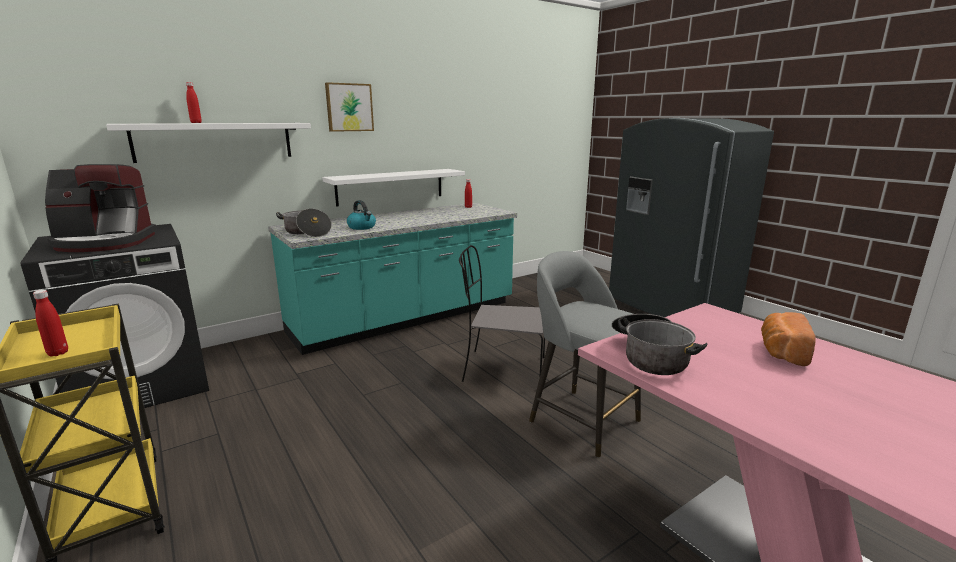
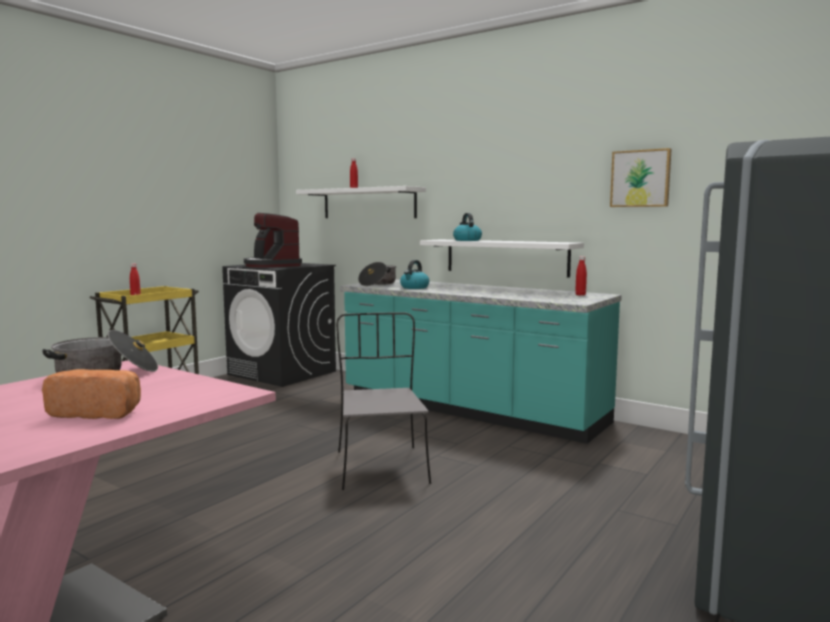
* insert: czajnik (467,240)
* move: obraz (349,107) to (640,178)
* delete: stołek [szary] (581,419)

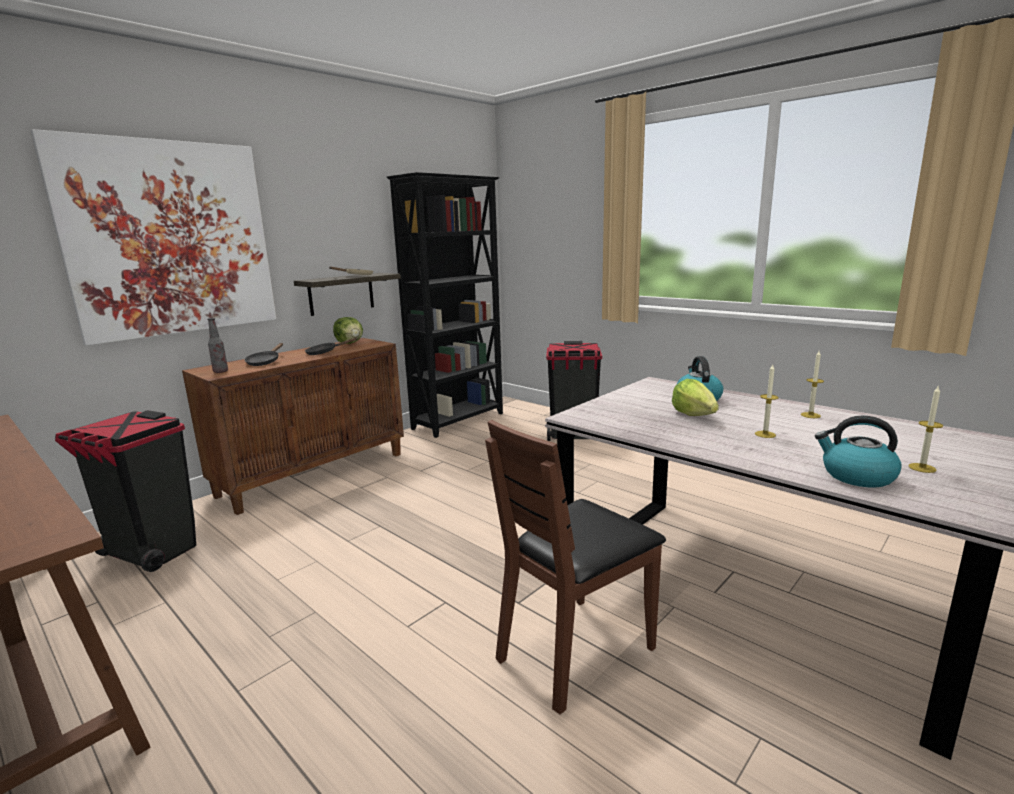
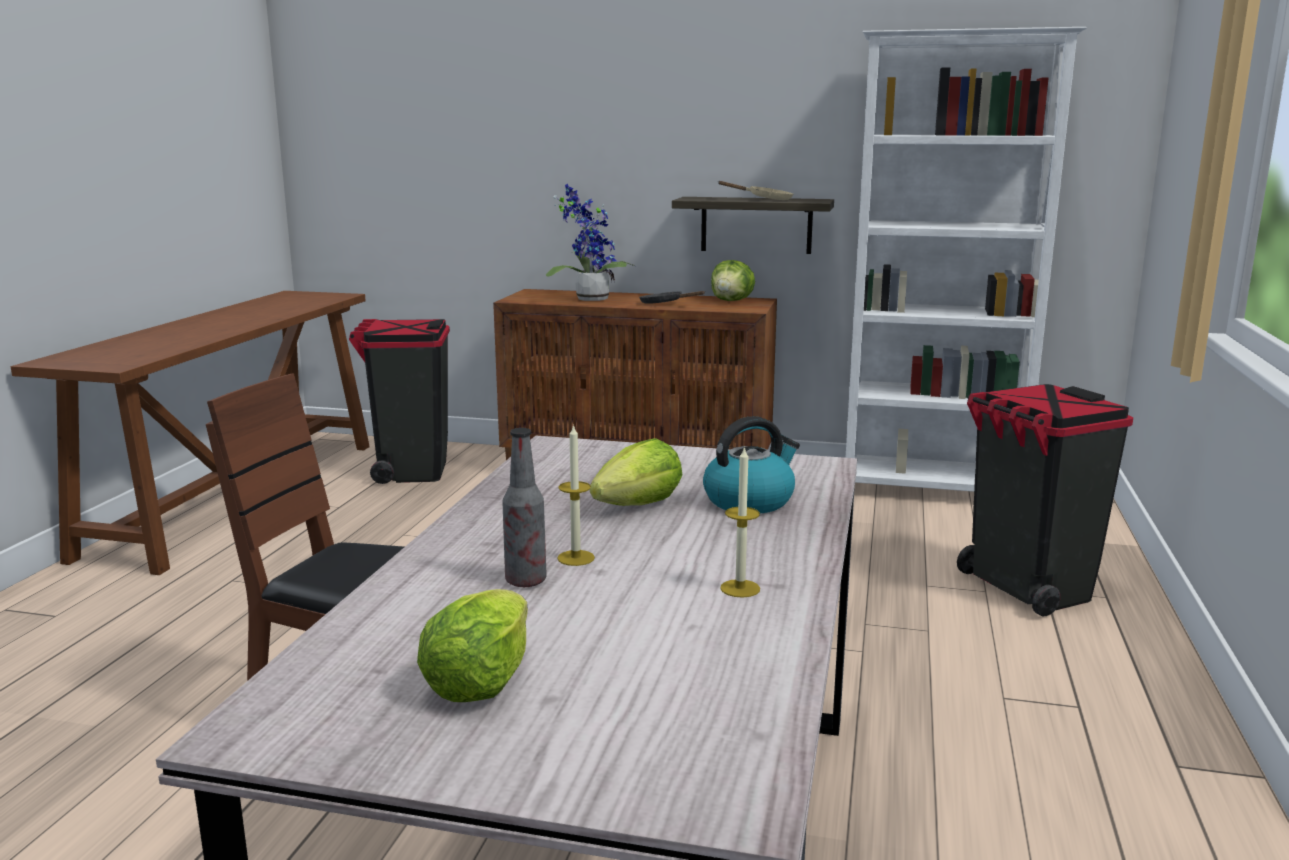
* replace: świeca (922,468) to sałata (479,682)
* move: butelka (220,371) to (526,581)
* replace: patelnia [czarny] (265,362) to roślina doniczkowa (589,298)
* recolor: regał [czarny] (459,421) to regał [biały] (933,492)
* delete: obraz (171,239)
* delete: czajnik (856,476)

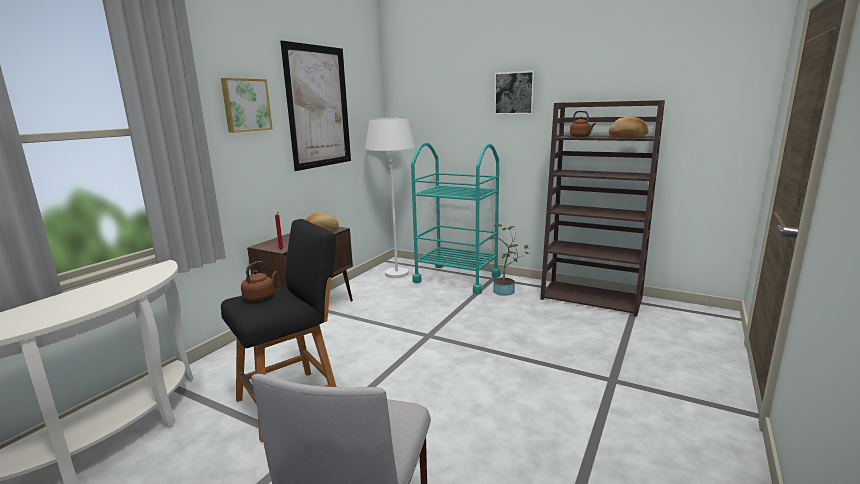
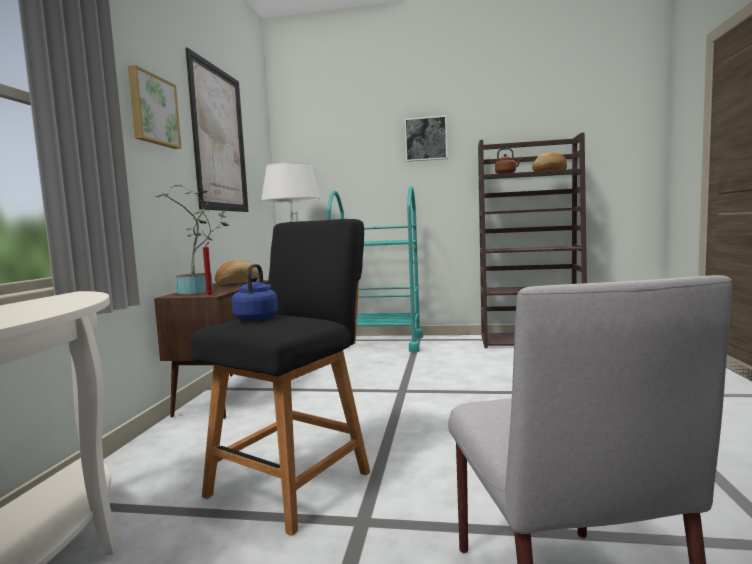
* move: roślina doniczkowa (506,291) to (199,291)
* recolor: czajnik [brązowy] (260,297) to czajnik [niebieski] (257,318)

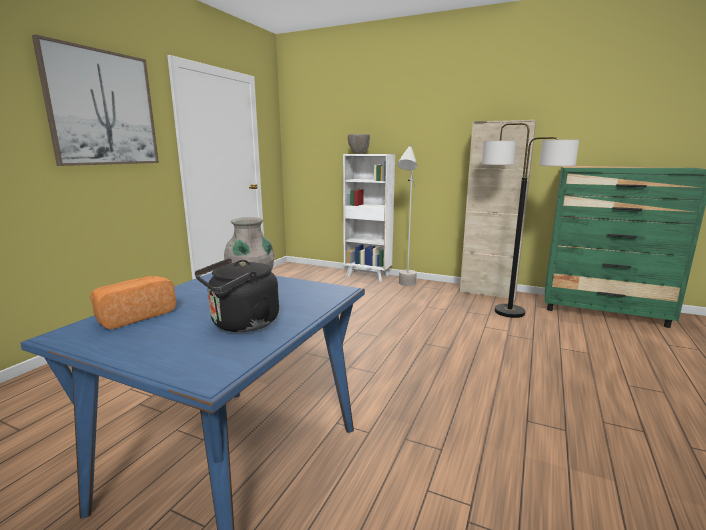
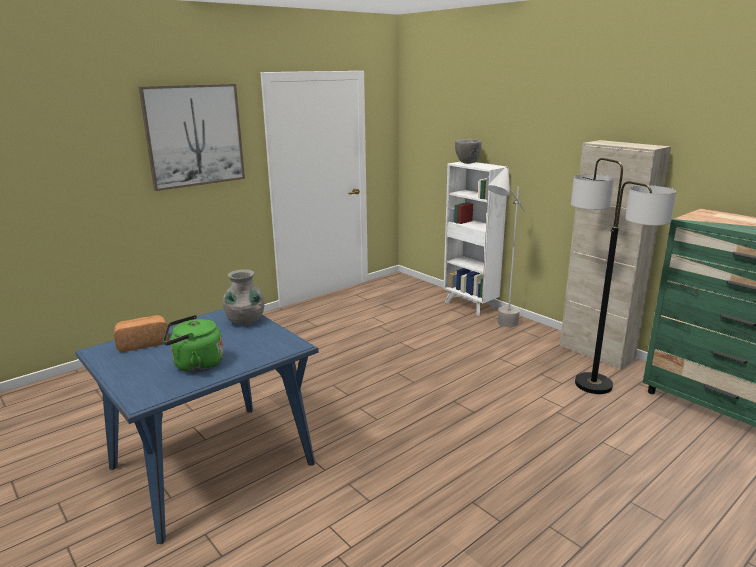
* recolor: czajnik [czarny] (241,324) to czajnik [zielony] (195,365)

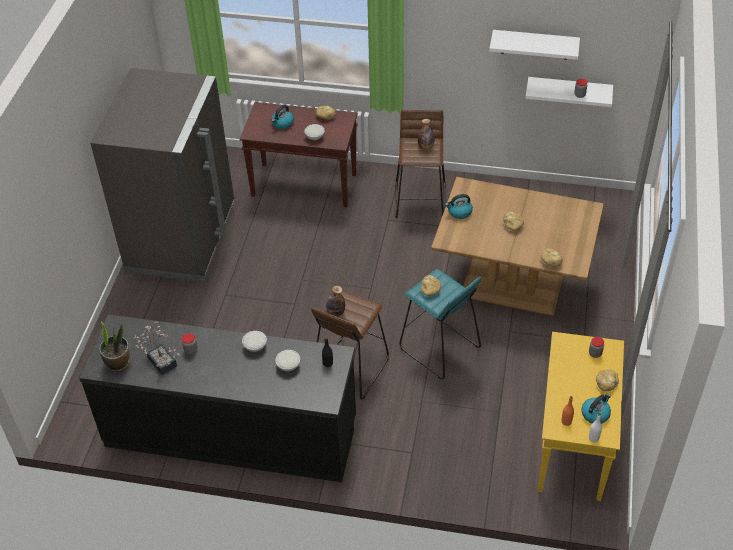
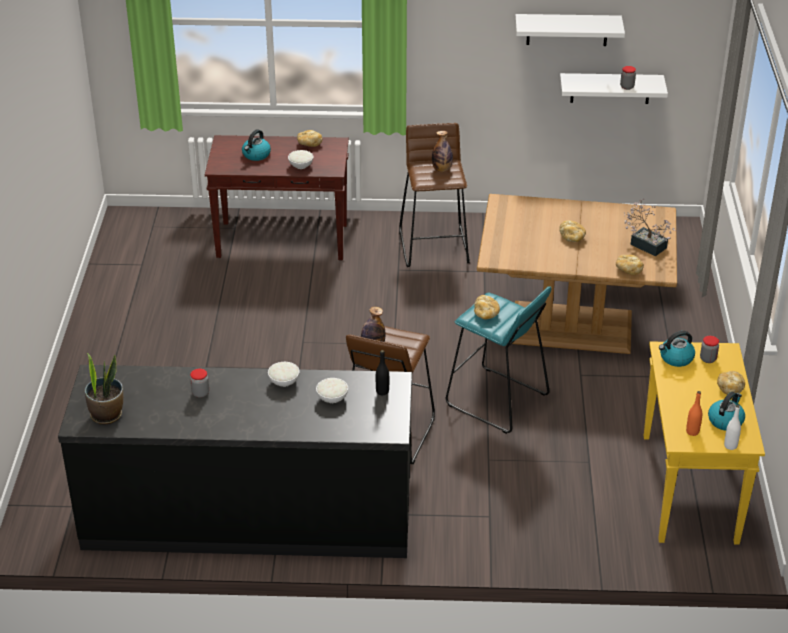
* move: roślina doniczkowa (161,359) to (645,244)
* move: czajnik (459,212) to (676,358)
* delete: lodówka [szary] (182,238)

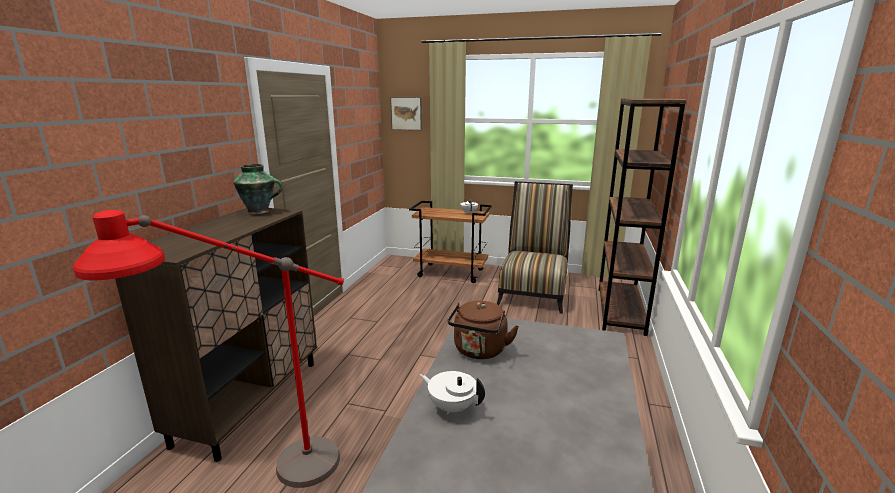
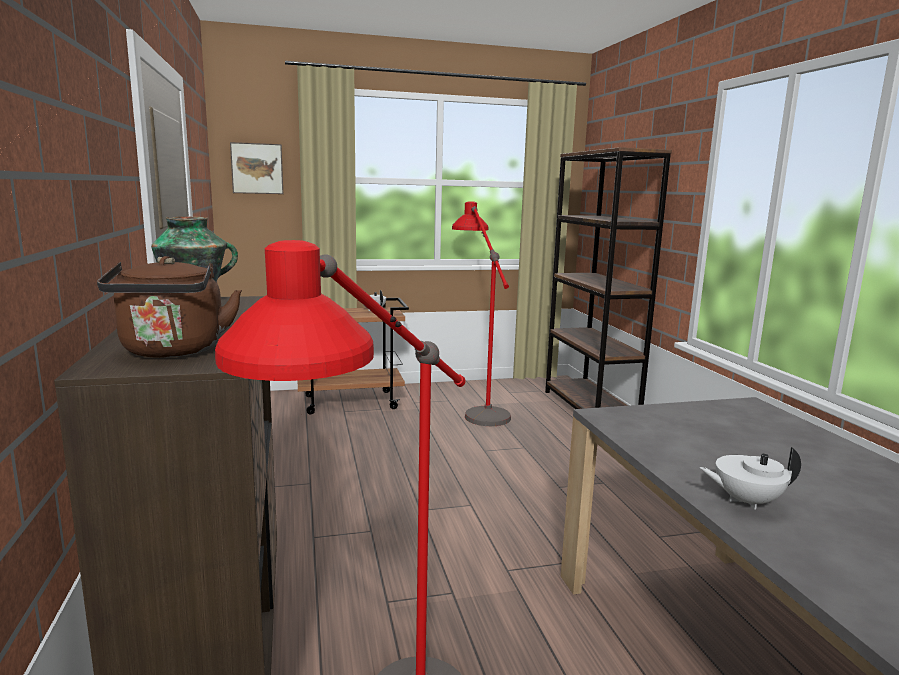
* move: czajnik [brązowy] (479,351) to (173,351)
* replace: krzesło (533,291) to lampa stojąca [czerwony] (478,406)

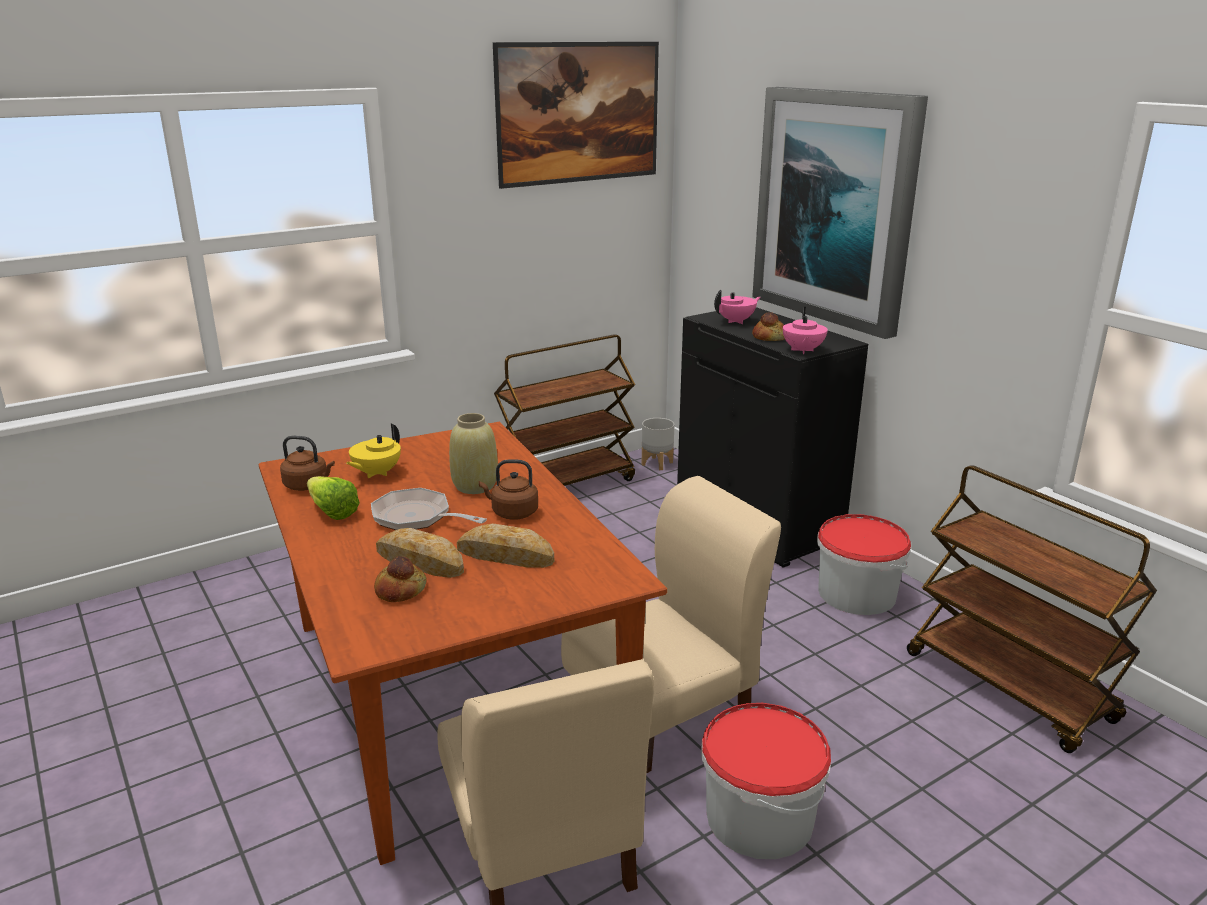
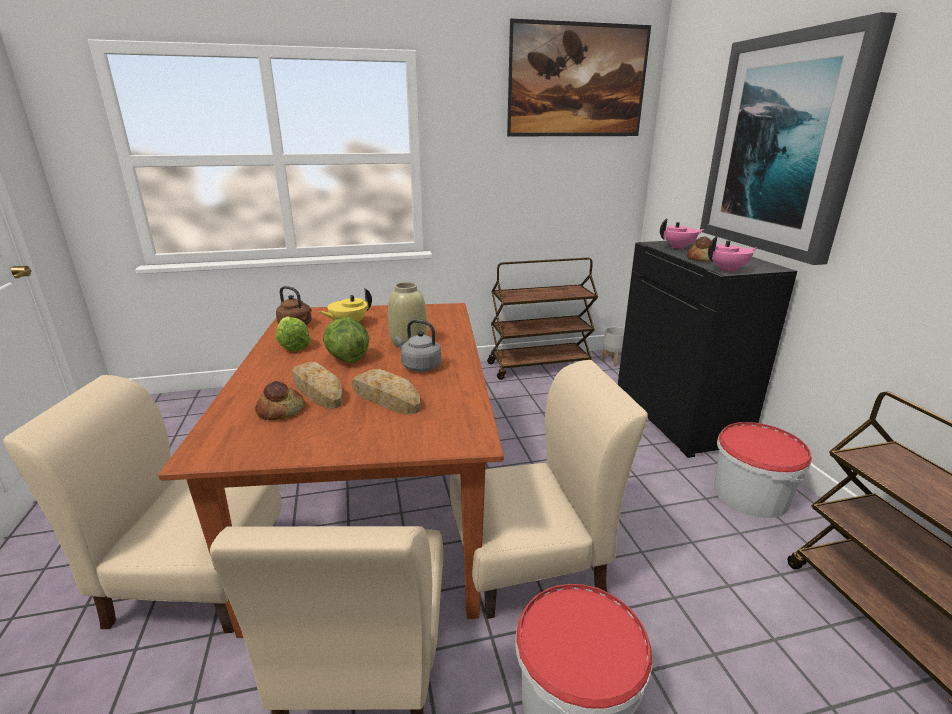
* insert: krzesło [beżowy] (195,582)
* replace: patelnia (417,518) to sałata (346,358)
* recolor: czajnik [brązowy] (512,513) to czajnik [szary] (419,366)
* rotate: imbryk [różowy] (802,350) = (728,270) 135 degrees counterclockwise

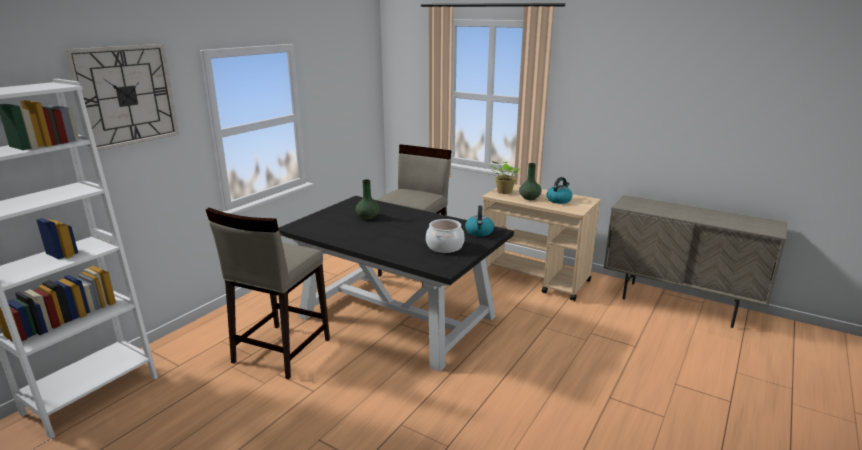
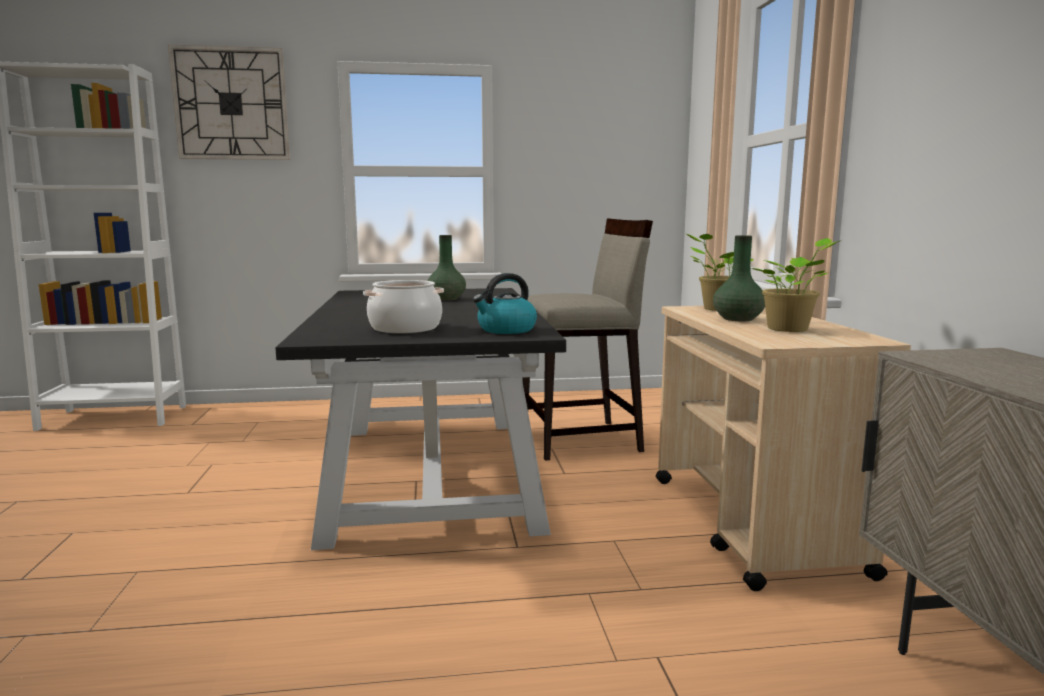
* replace: czajnik (559,200) to roślina doniczkowa (790,329)
* delete: stołek [beżowy] (280,351)

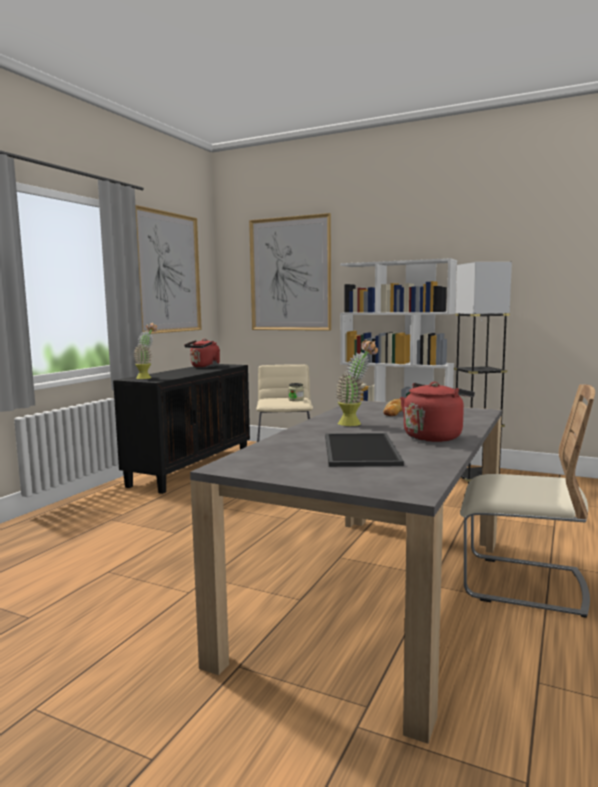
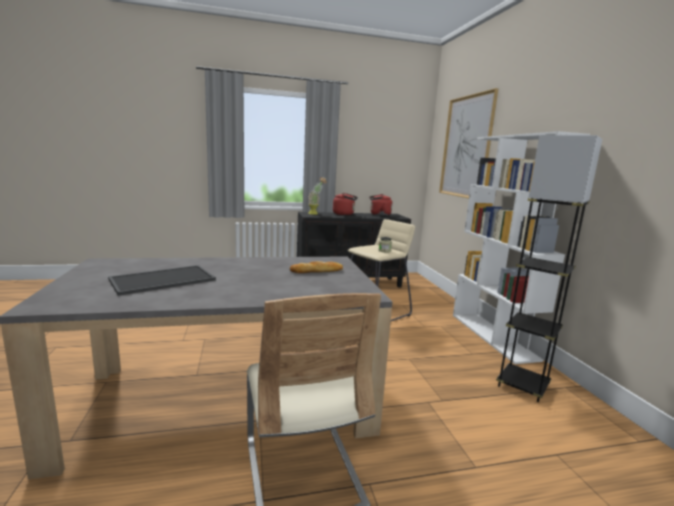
* move: czajnik [czerwony] (434,436) to (345,214)
* delete: obraz (168,273)
* delete: roślina doniczkowa (355,423)

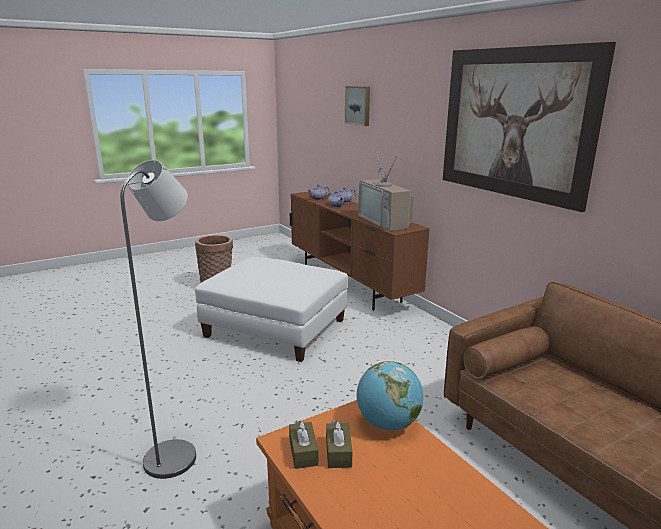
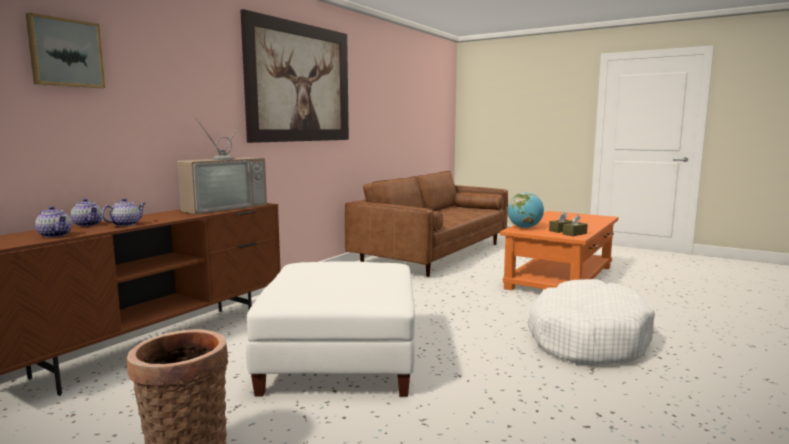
* replace: lampa stojąca [szary] (177,453) to legowisko [biały] (586,338)

